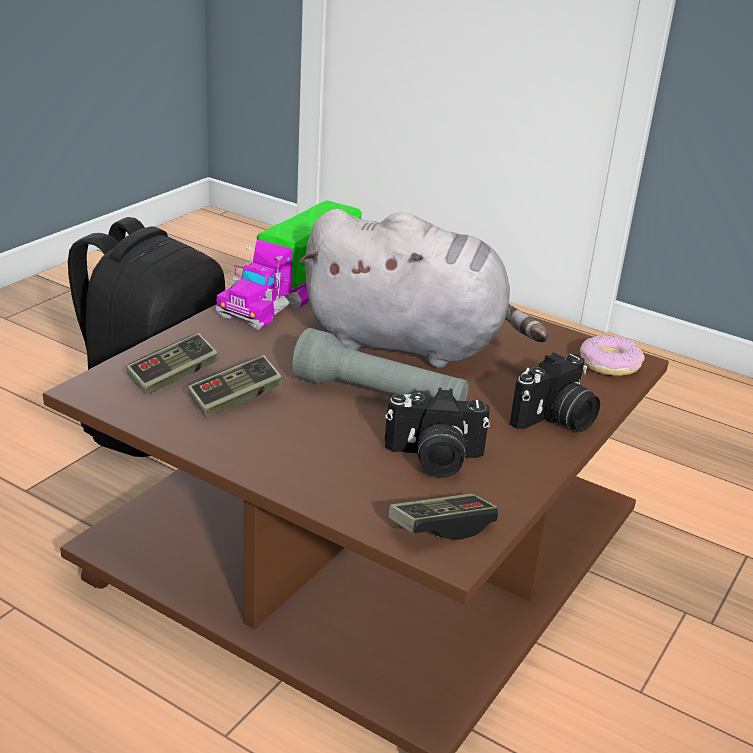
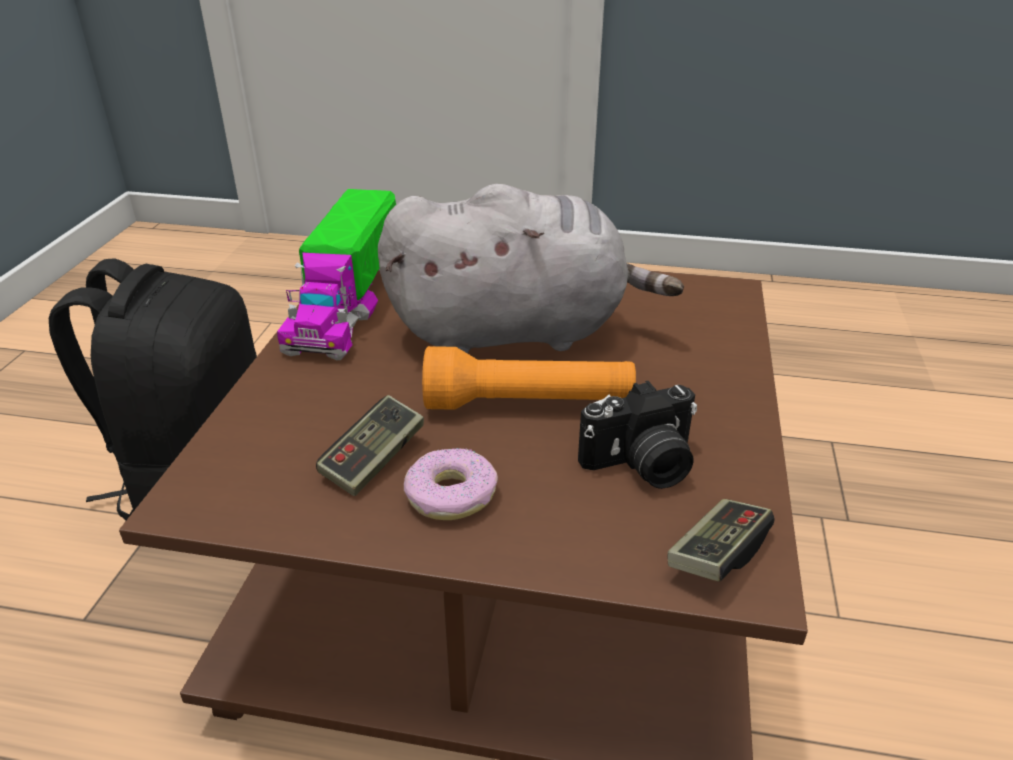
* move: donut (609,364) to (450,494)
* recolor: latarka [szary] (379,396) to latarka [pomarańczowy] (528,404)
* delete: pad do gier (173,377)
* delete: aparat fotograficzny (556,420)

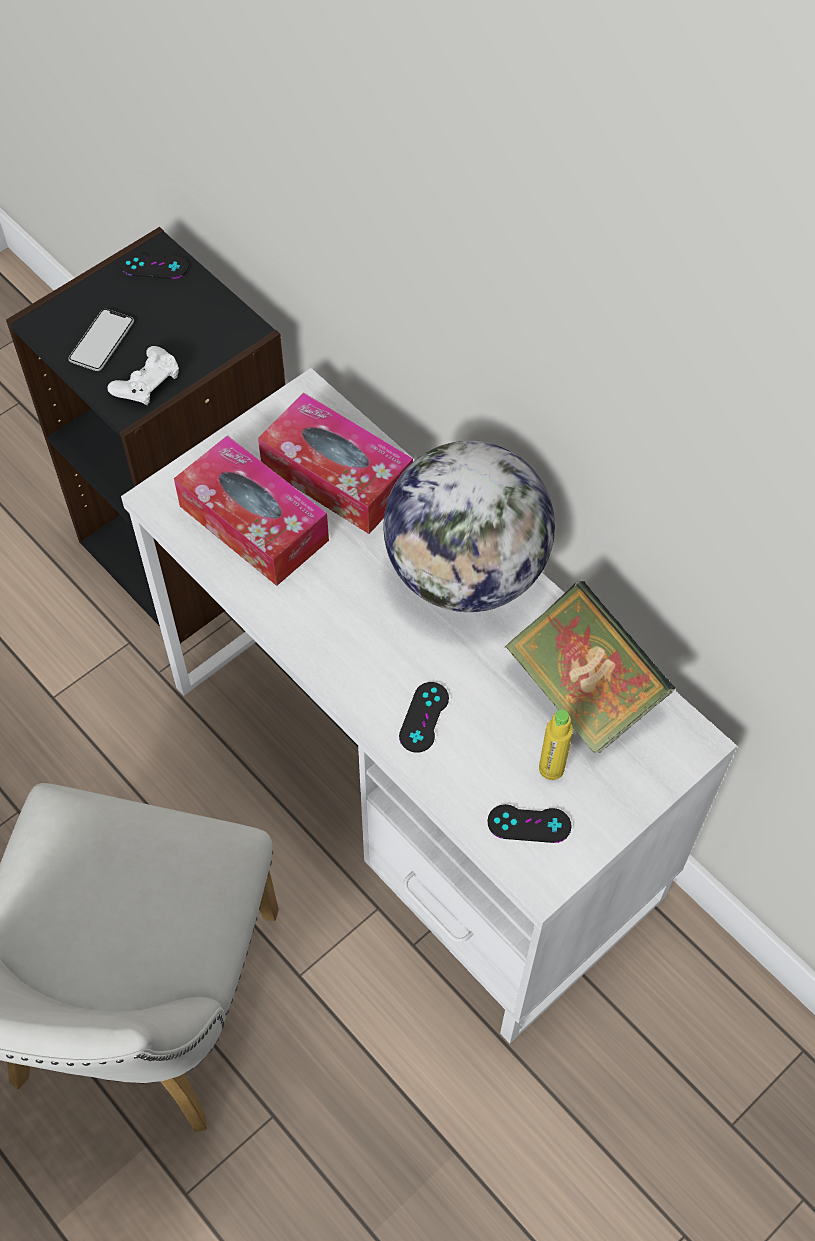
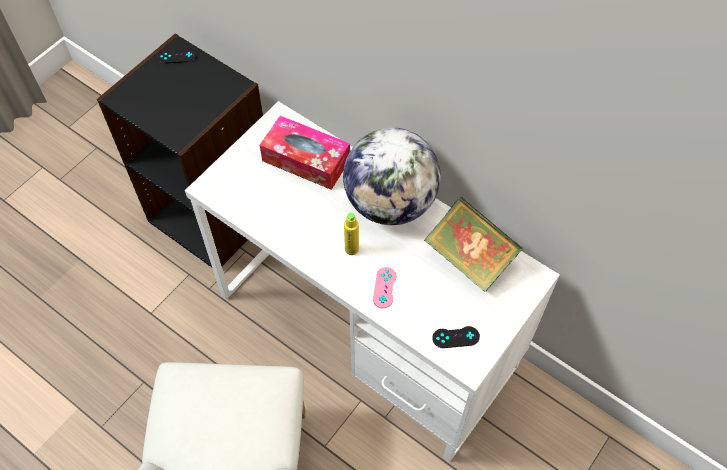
* move: butelka [żółty] (551,768) to (351,249)
* recolor: pad do gier [czarny] (424,717) to pad do gier [różowy] (384,287)
* delete: telefon (101,341)
* delete: pad do gier [biały] (147,382)
* delete: pudełko chusteczek (253,523)

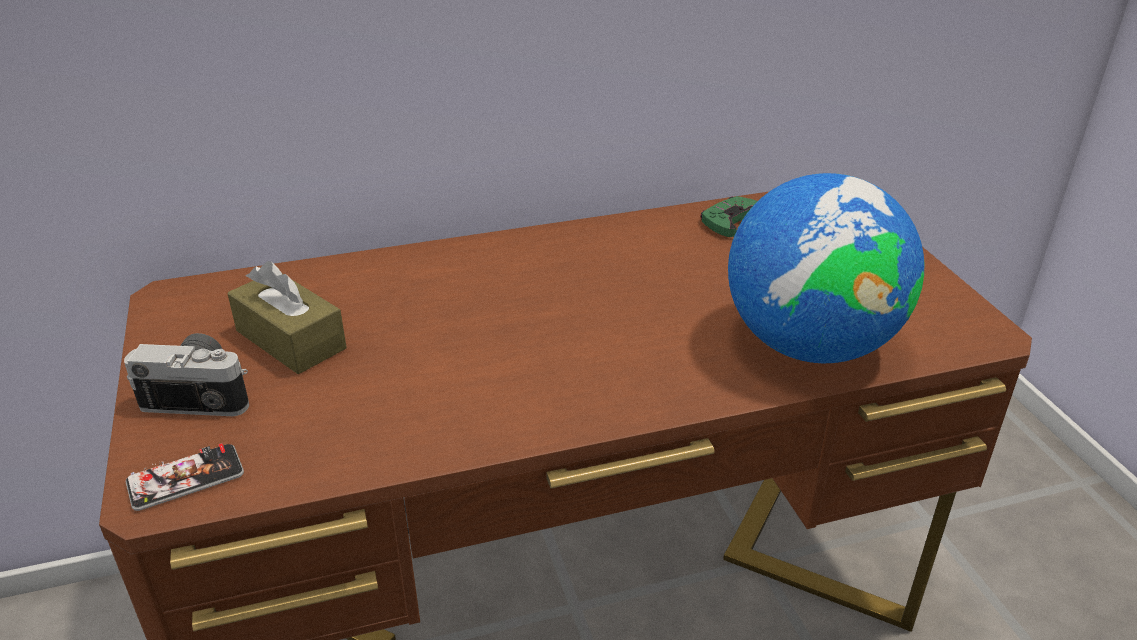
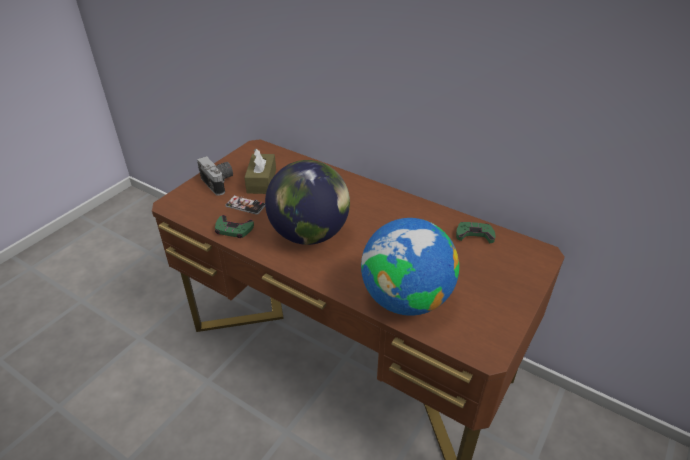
* insert: pad do gier [zielony] (233,229)
* move: telefon (185,478) to (245,206)
* insert: globus (310,234)

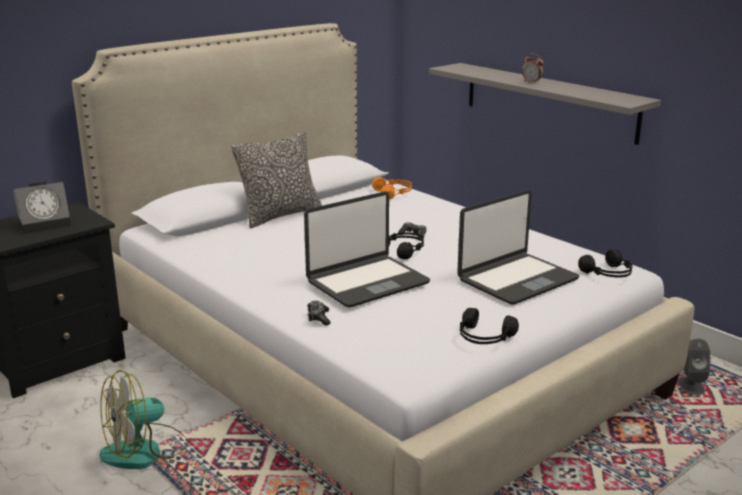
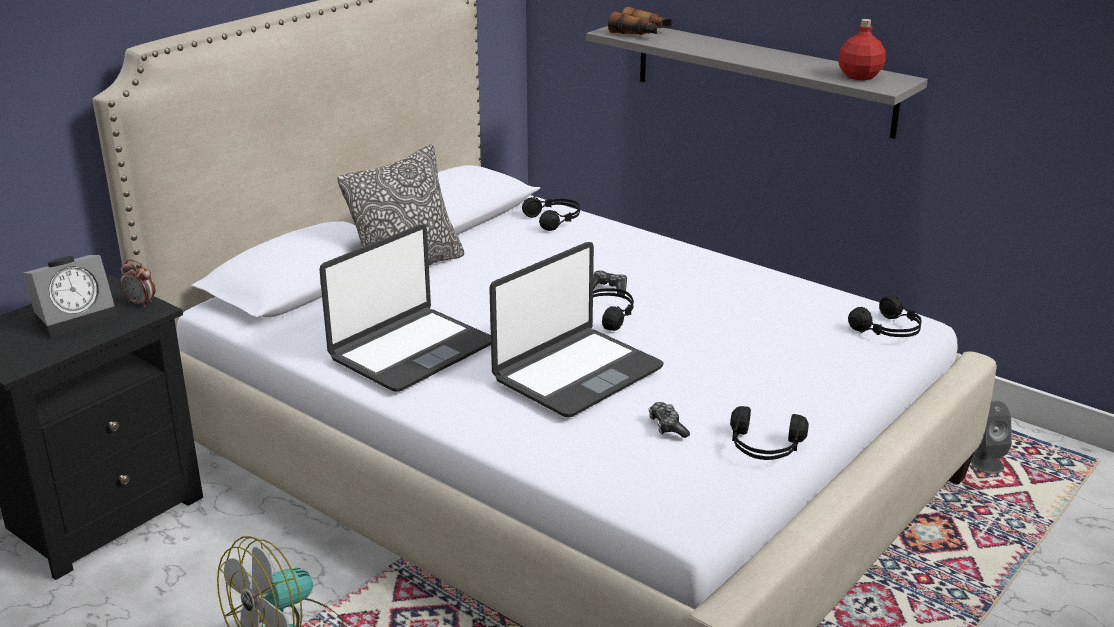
* move: budzik (532,82) to (141,303)
* move: laptop (516,279) to (411,351)
* recolor: słuchawki [pomarańczowy] (393,193) to słuchawki [czarny] (554,220)
* insert: lornetka (641,33)
* move: pad do gier (318,318) to (667,427)
* insert: butelka [czerwony] (860,76)

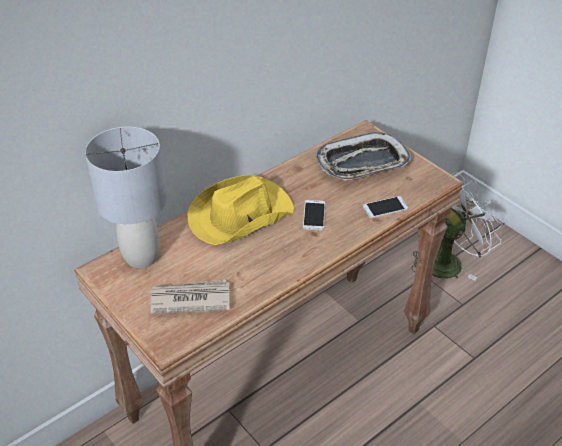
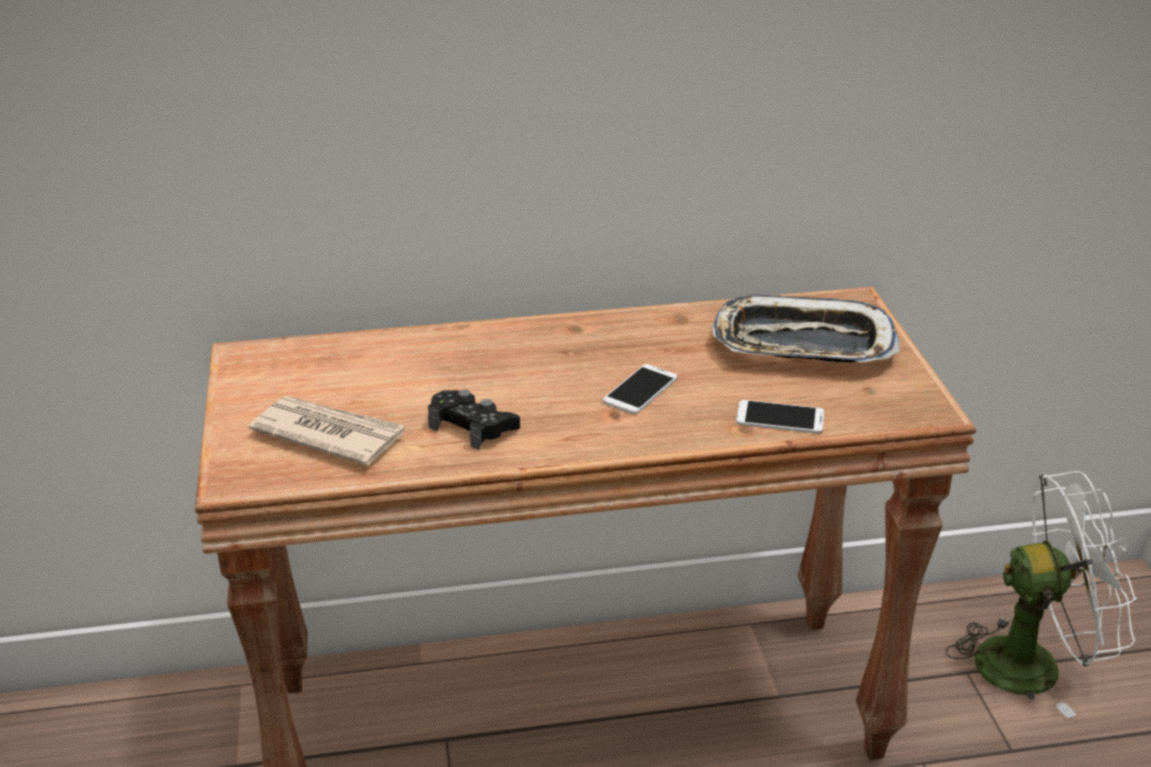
* insert: pad do gier [czarny] (472,427)
* delete: lampa stołowa [szary] (142,257)
* delete: kapelusz [żółty] (239,215)

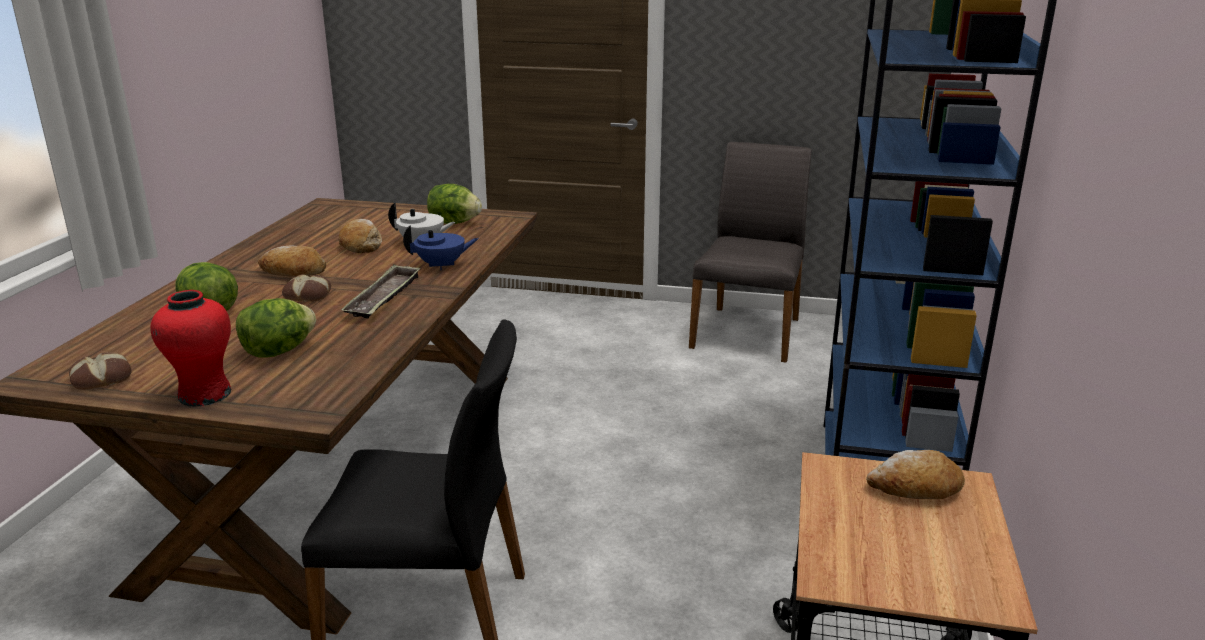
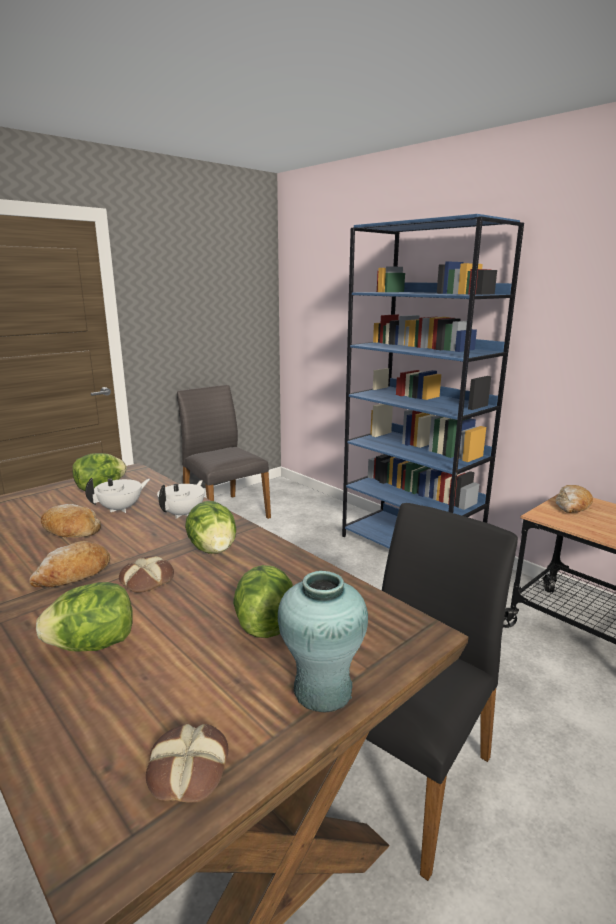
* recolor: imbryk [niebieski] (442,265) to imbryk [biały] (183,514)
* replace: taca (384,298) to sałata (213,549)
* recolor: wazon [czerwony] (204,394) to wazon [turkusowy] (322,690)

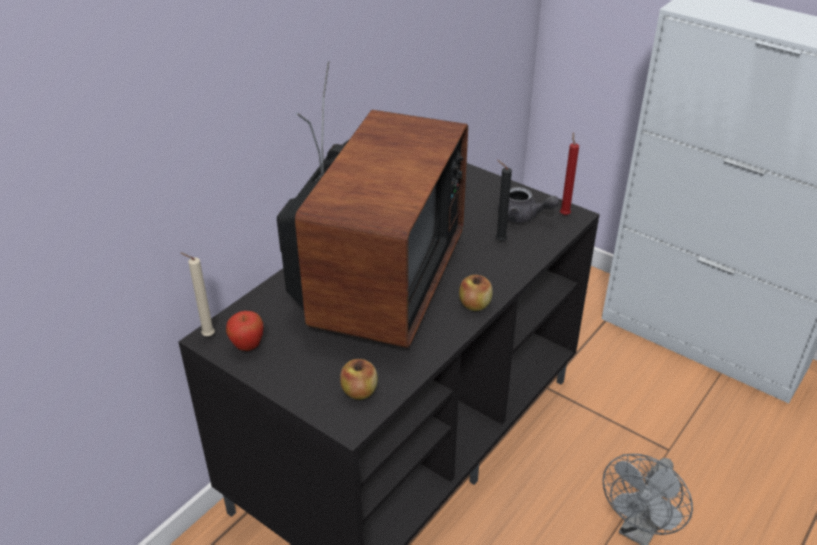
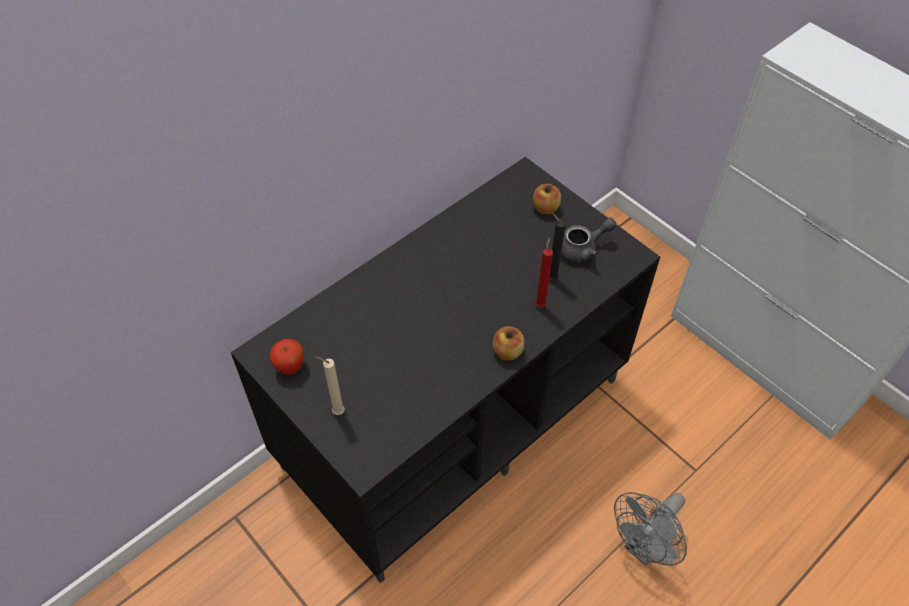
* move: świeca [beżowy] (206,336) to (336,412)
* move: jabłko (359,391) to (545,208)
* move: świeca [czerwony] (564,214) to (540,304)
* rotate: imbryk [szary] (523,216) = (582,249) 60 degrees counterclockwise
* delete: telewizor (374,283)

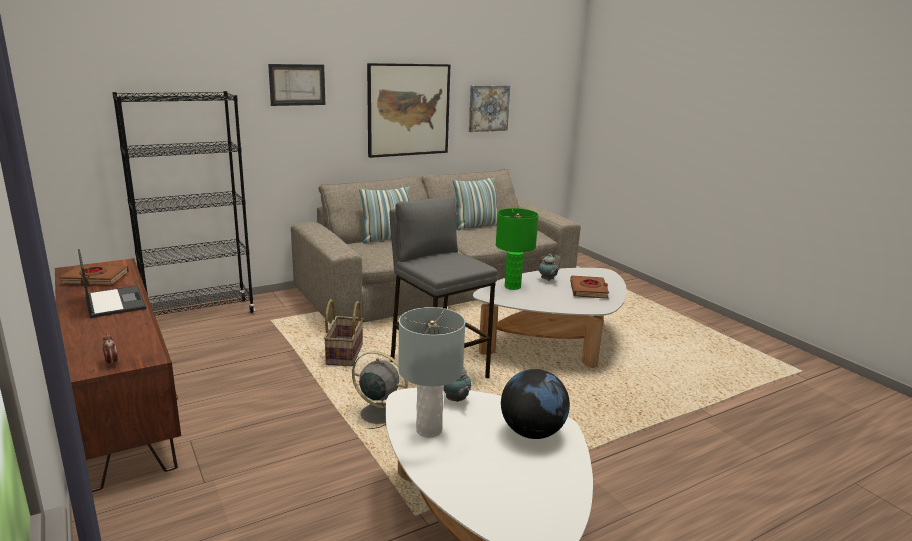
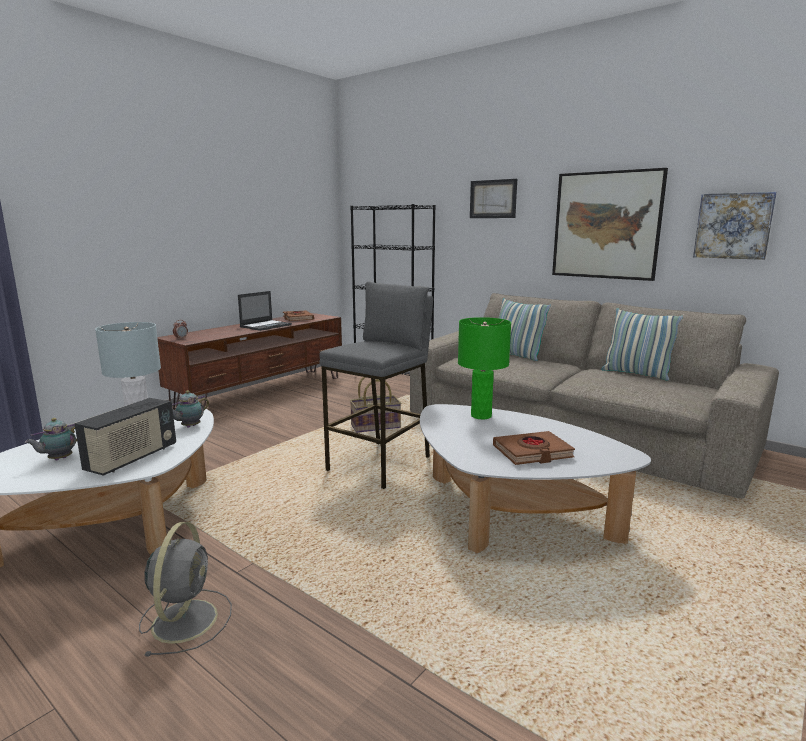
* move: imbryk (547,280) to (58,459)
* replace: globus (532,432) to radio (132,458)
* move: wentylator [szary] (377,413) to (186,618)

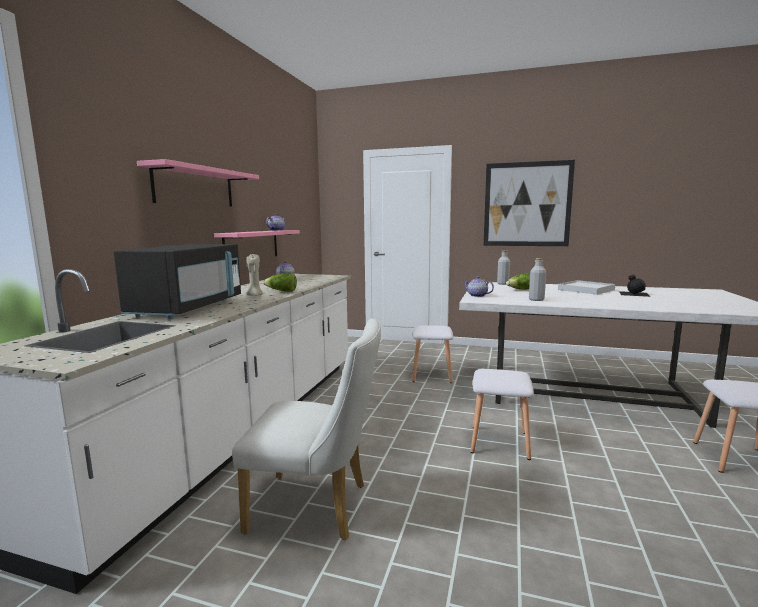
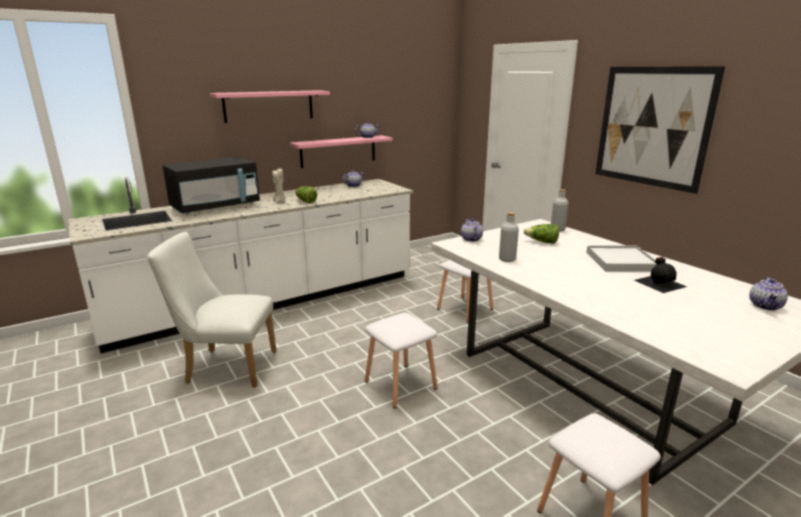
* rotate: krzesło [biały] (317,508) = (225,367) 135 degrees clockwise
* insert: imbryk (765,306)

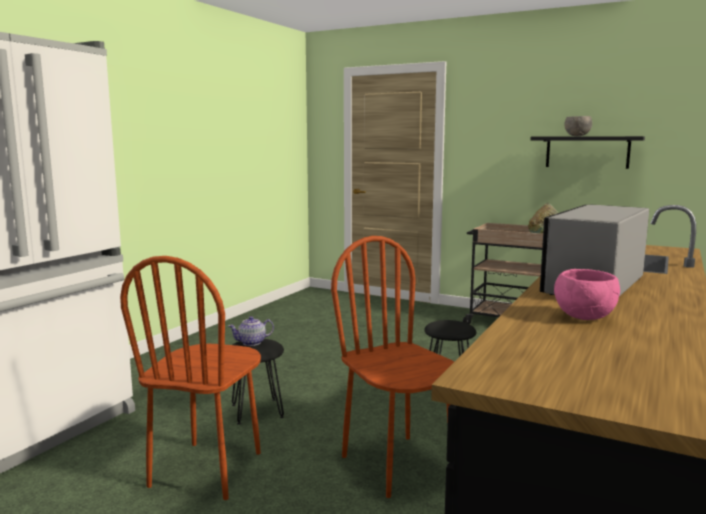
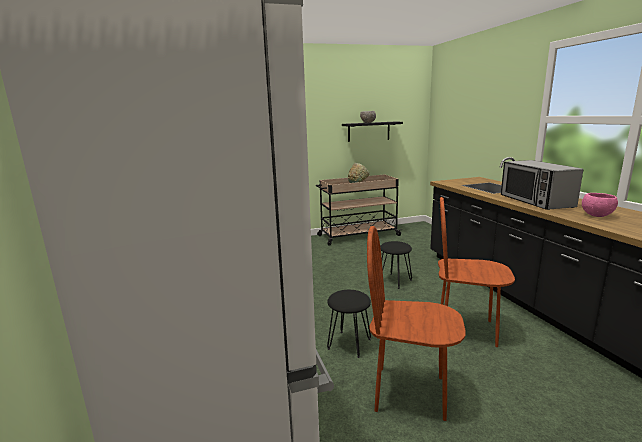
* rotate: krzesło [brązowy] (207,469) = (410,392) 135 degrees clockwise
* delete: imbryk (252,342)

